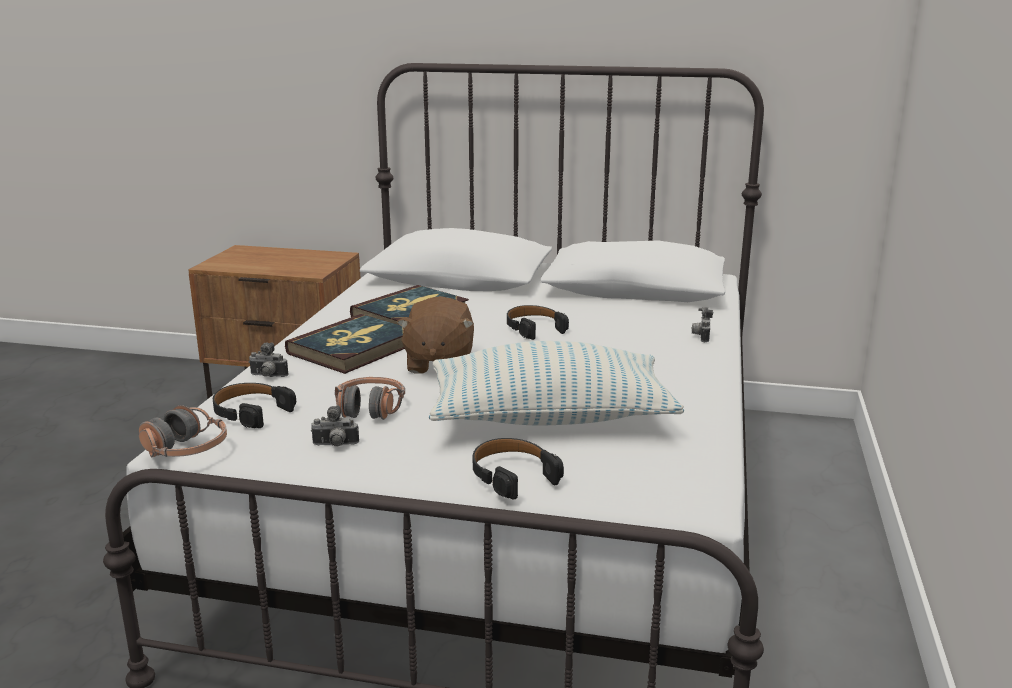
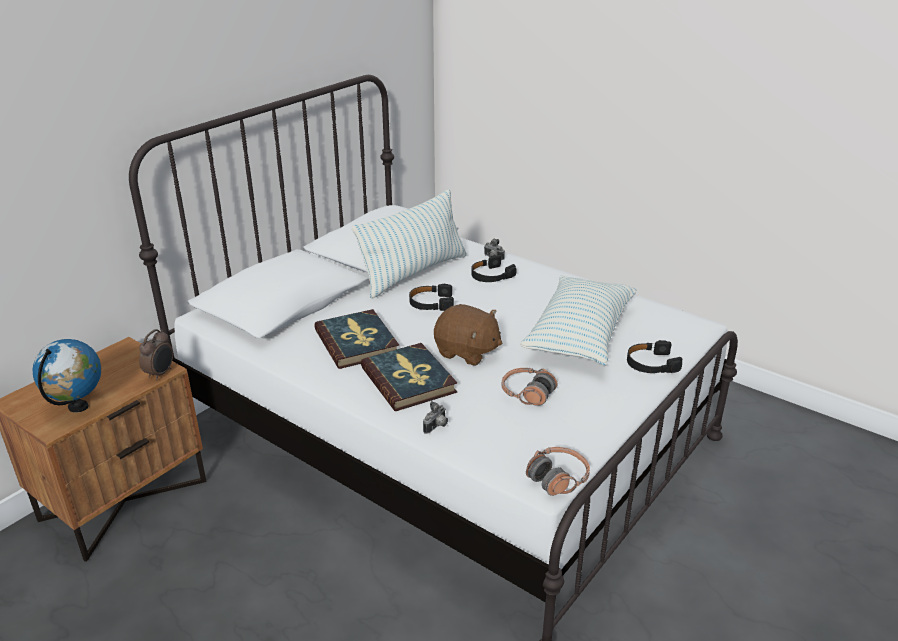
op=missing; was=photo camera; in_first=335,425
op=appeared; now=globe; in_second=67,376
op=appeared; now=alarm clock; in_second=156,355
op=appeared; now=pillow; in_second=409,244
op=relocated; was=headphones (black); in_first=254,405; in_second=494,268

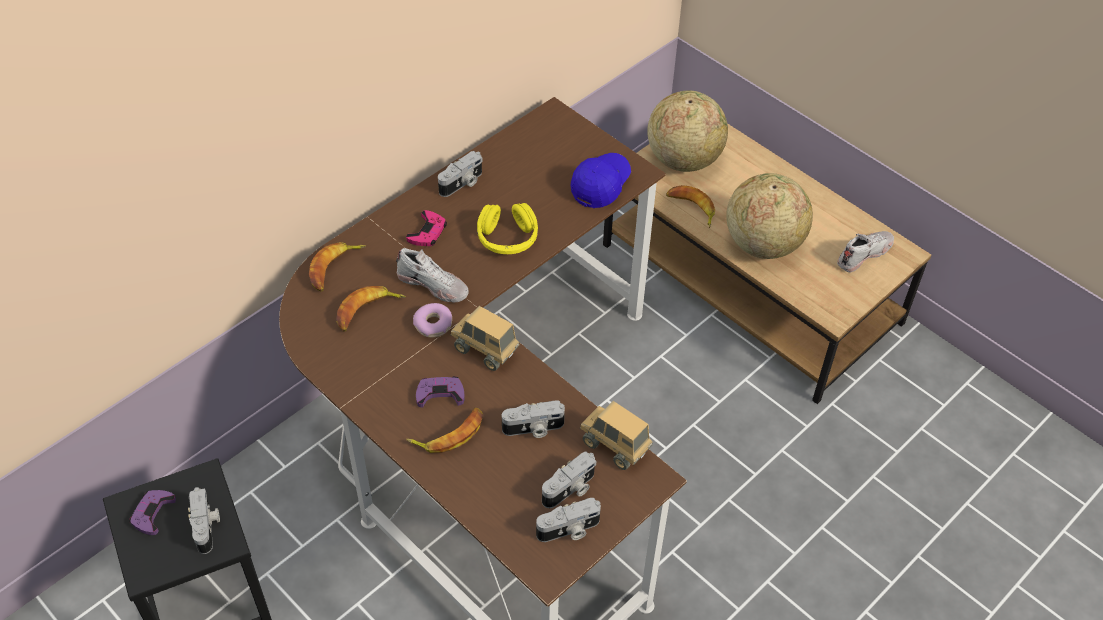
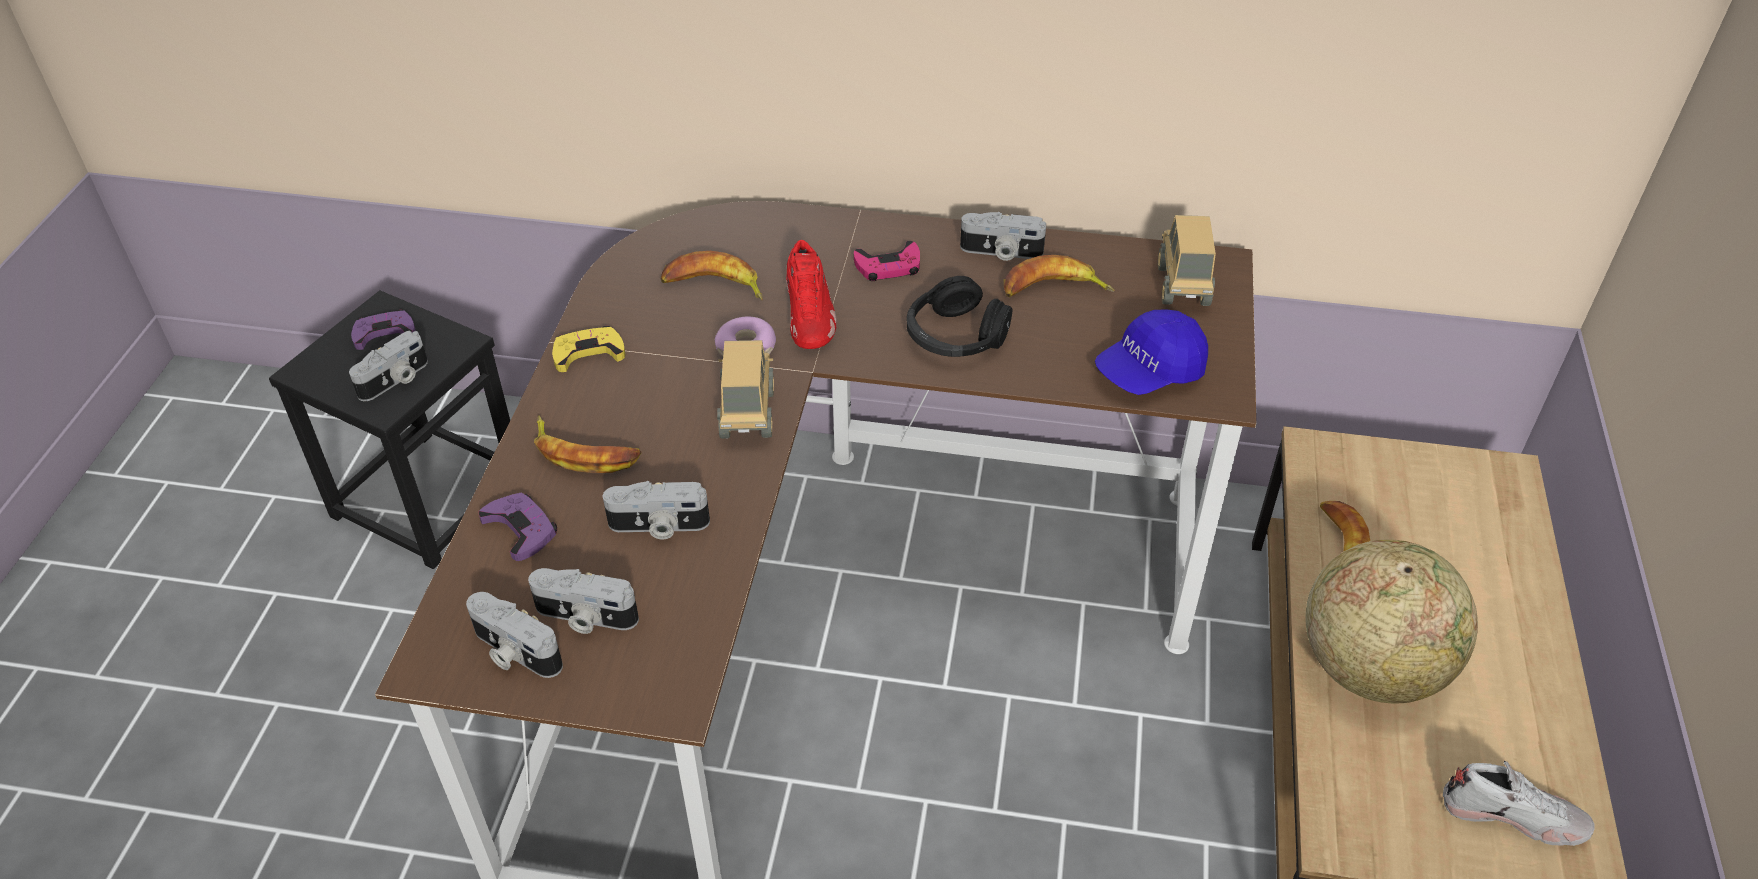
op=missing; was=globe; in_first=687,131
op=appeared; now=game controller (yellow); in_second=588,349
op=relocated; was=banana; in_first=337,267; in_second=1059,276
op=relocated; was=game controller (purple); in_first=440,391; in_second=518,527
op=relocated; was=toy truck; in_first=616,435; in_second=1187,260
op=colour; was=shoe (white); now=shoe (red); in_first=432,275; in_second=811,294
op=colour; was=headphones (yellow); now=headphones (black); in_first=507,228; in_second=959,316
op=spun; was=photo camera; in_first=533,419; in_second=656,510; clockwise=-45
op=spun; was=cap (blue); in_first=601,180; in_second=1151,352; clockwise=150

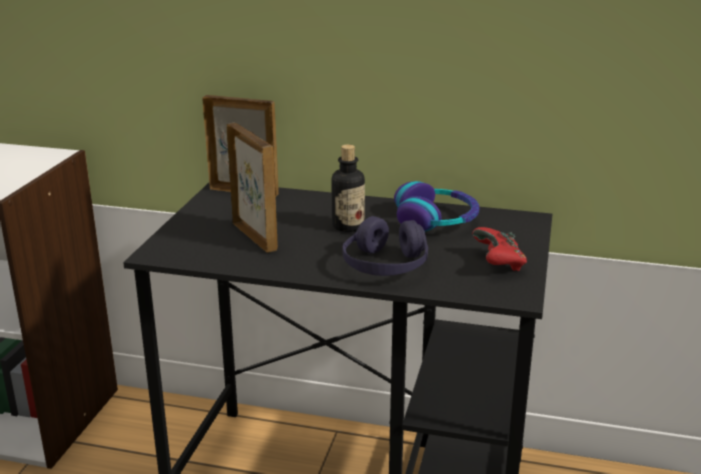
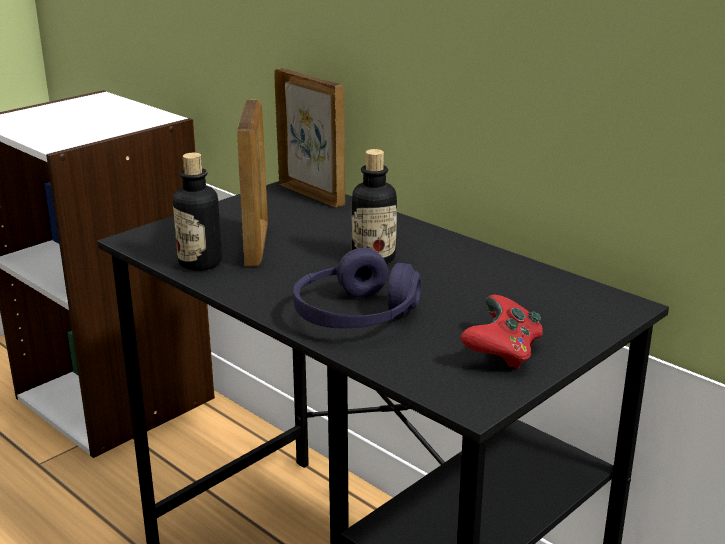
op=missing; was=headphones; in_first=437,206
op=appeared; now=bottle; in_second=197,212

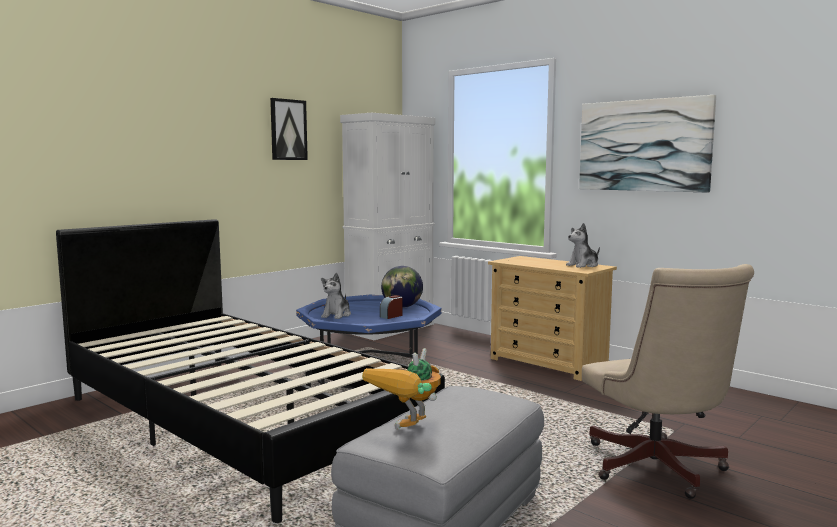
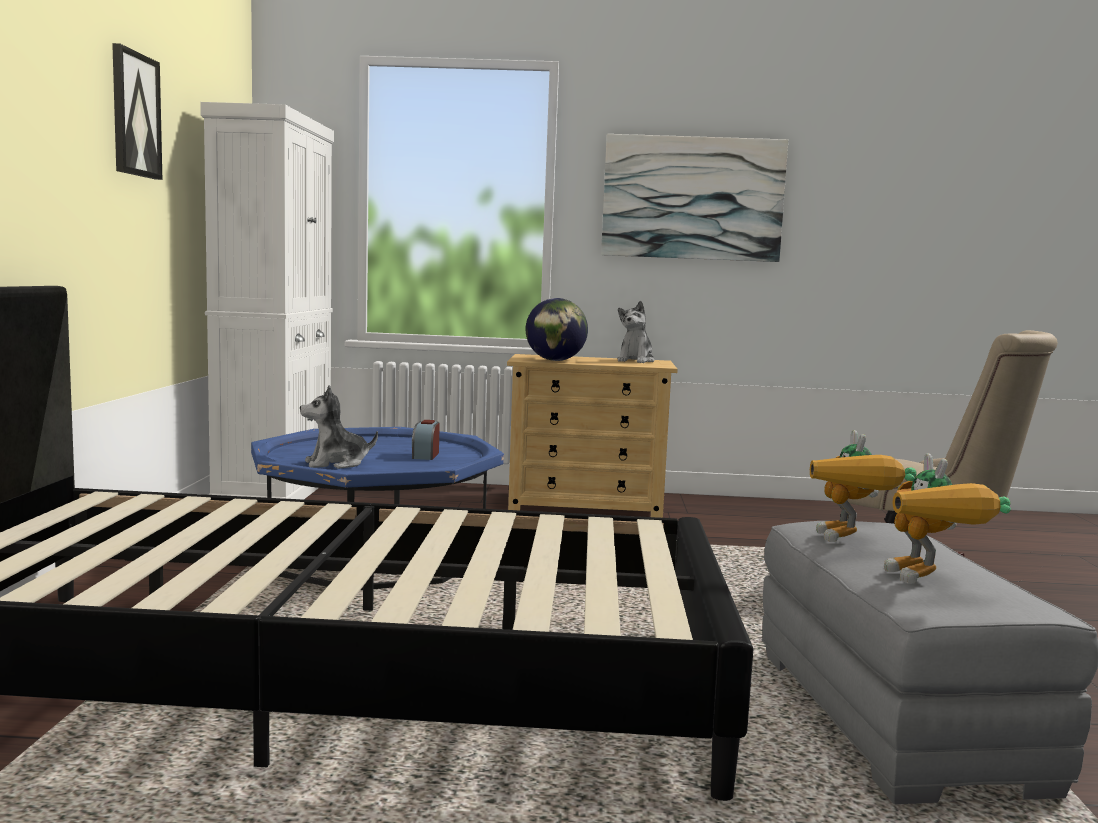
op=appeared; now=toy robot; in_second=863,486
op=relocated; was=globe; in_first=402,287; in_second=557,329
op=spun; was=plush toy; in_first=336,296; in_second=339,427; clockwise=90

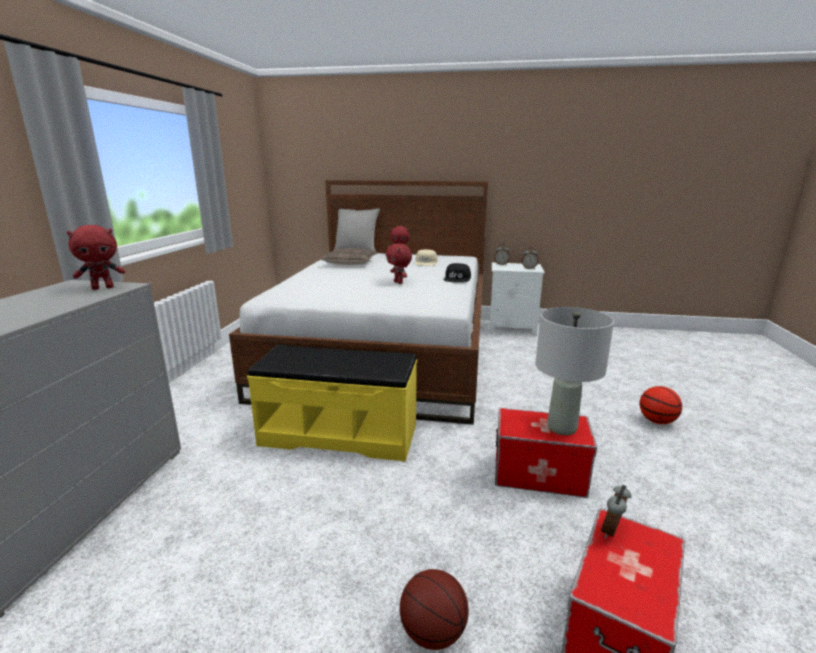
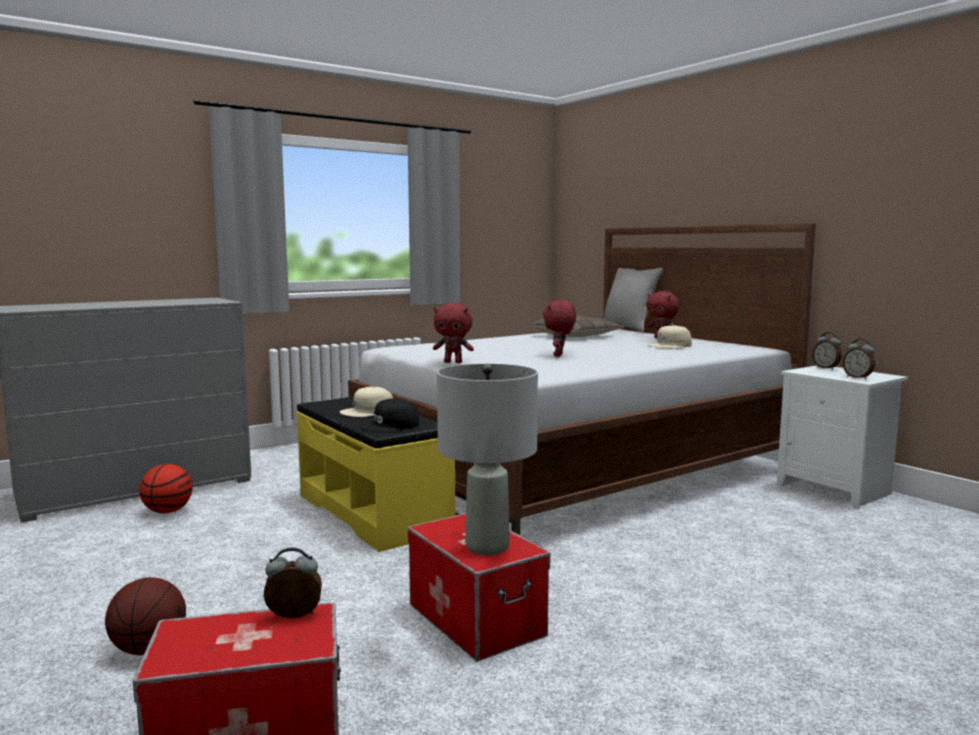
op=appeared; now=cap (beige); in_second=366,402
op=relocated; was=plush toy (red); in_first=96,257; in_second=453,333
op=relocated; was=cap (black); in_first=457,273; in_second=389,415
op=relocated; was=basketball; in_first=660,405; in_second=166,488

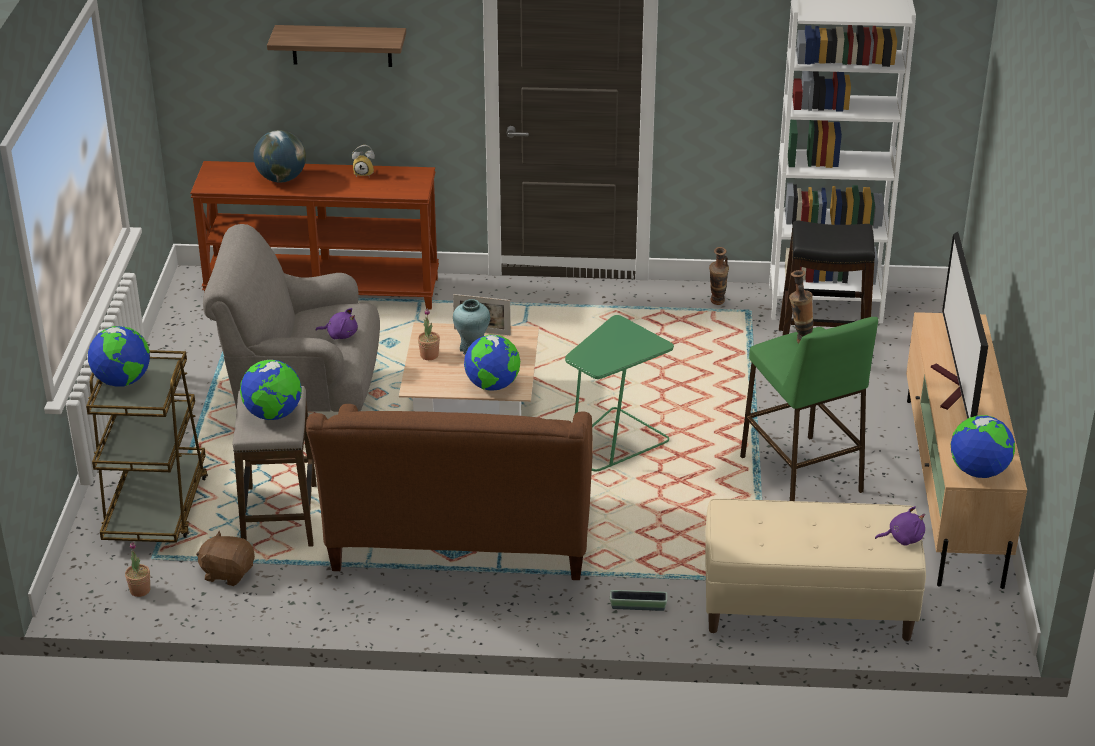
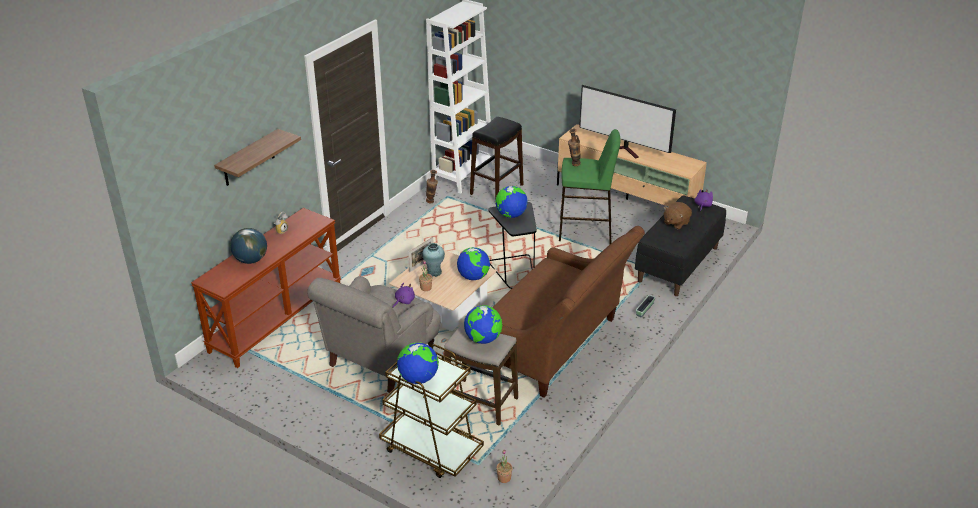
op=relocated; was=plush toy (brown); in_first=225,558; in_second=677,215
op=relocated; was=globe; in_first=983,446; in_second=512,202
op=colour; was=side table (green); now=side table (black); in_first=619,393; in_second=512,245
op=colour; was=bench (beige); now=bench (black); in_first=815,570; in_second=680,245

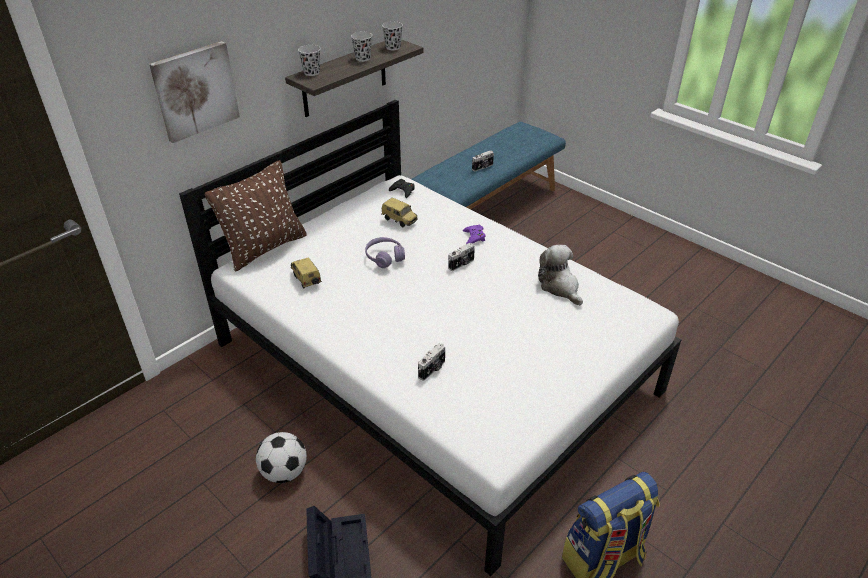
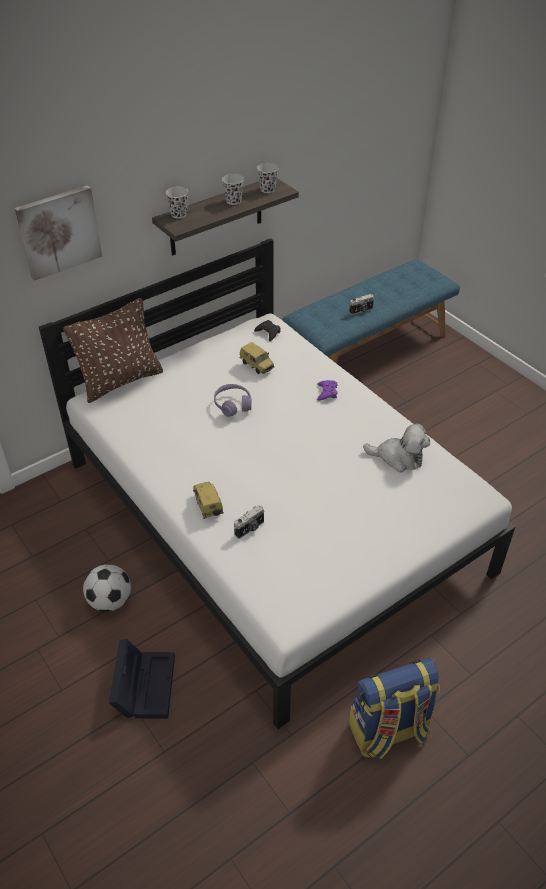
op=missing; was=photo camera; in_first=461,257
op=relocated; was=toy car; in_first=306,273; in_second=208,500
op=spun; was=plush toy; in_first=560,275; in_second=396,448; clockwise=120

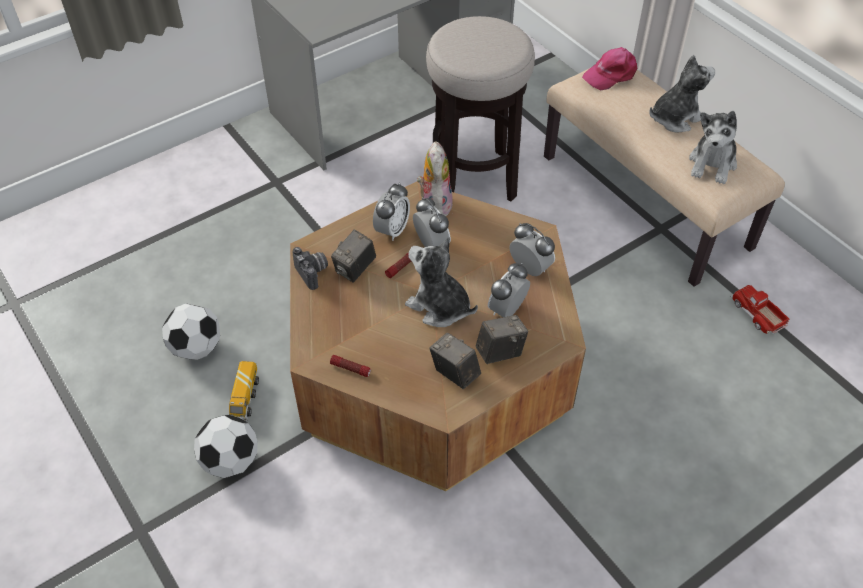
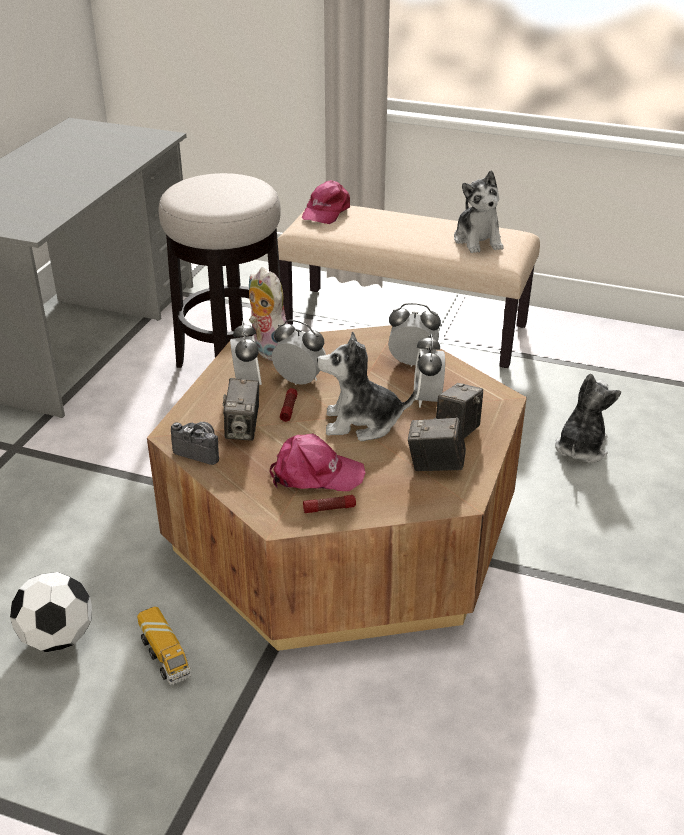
op=missing; was=football; in_first=226,446
op=missing; was=toy truck; in_first=760,309
op=appeared; now=cap (pink); in_second=317,462
op=relocated; was=plush toy; in_first=682,94; in_second=588,418

